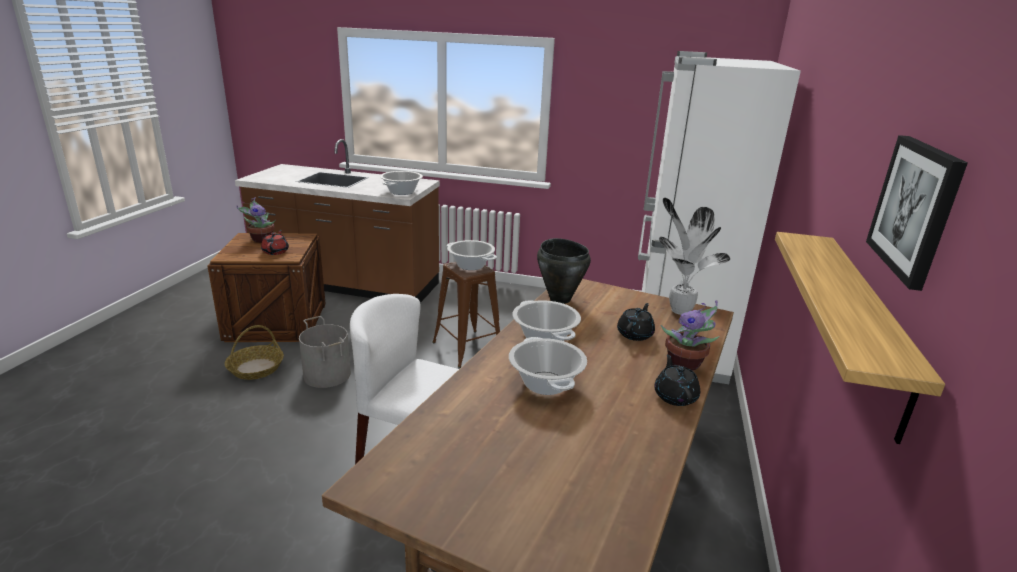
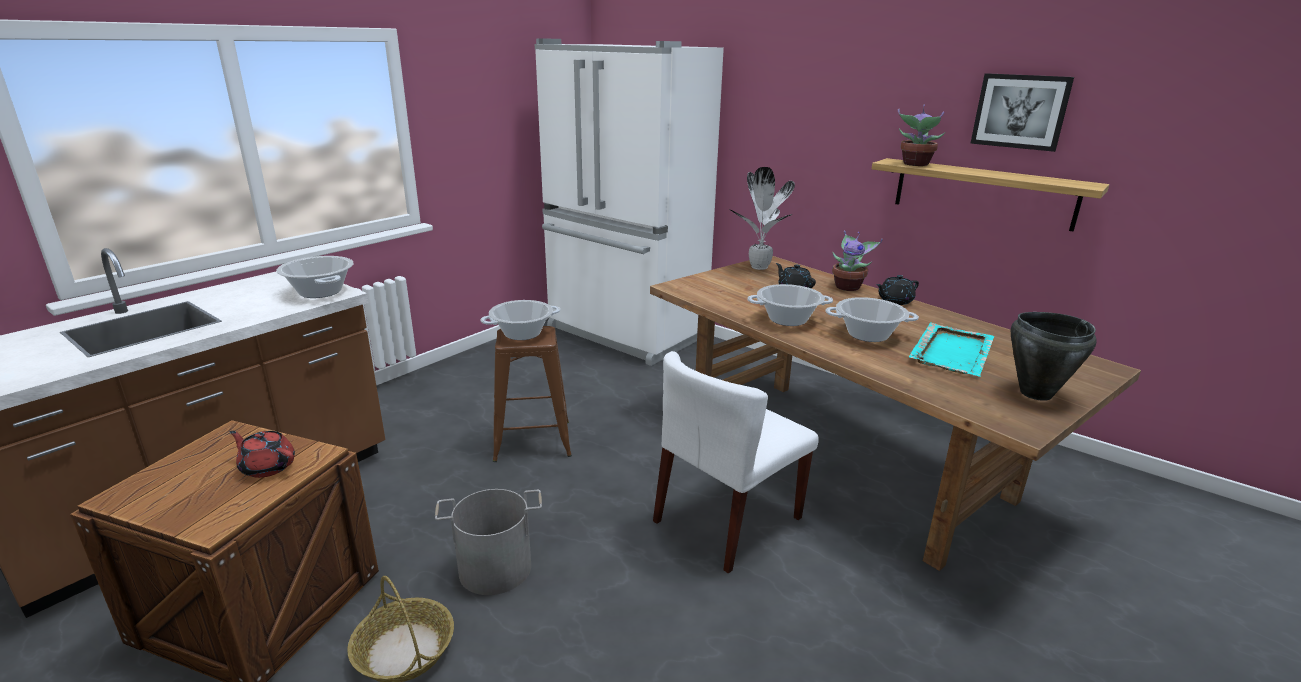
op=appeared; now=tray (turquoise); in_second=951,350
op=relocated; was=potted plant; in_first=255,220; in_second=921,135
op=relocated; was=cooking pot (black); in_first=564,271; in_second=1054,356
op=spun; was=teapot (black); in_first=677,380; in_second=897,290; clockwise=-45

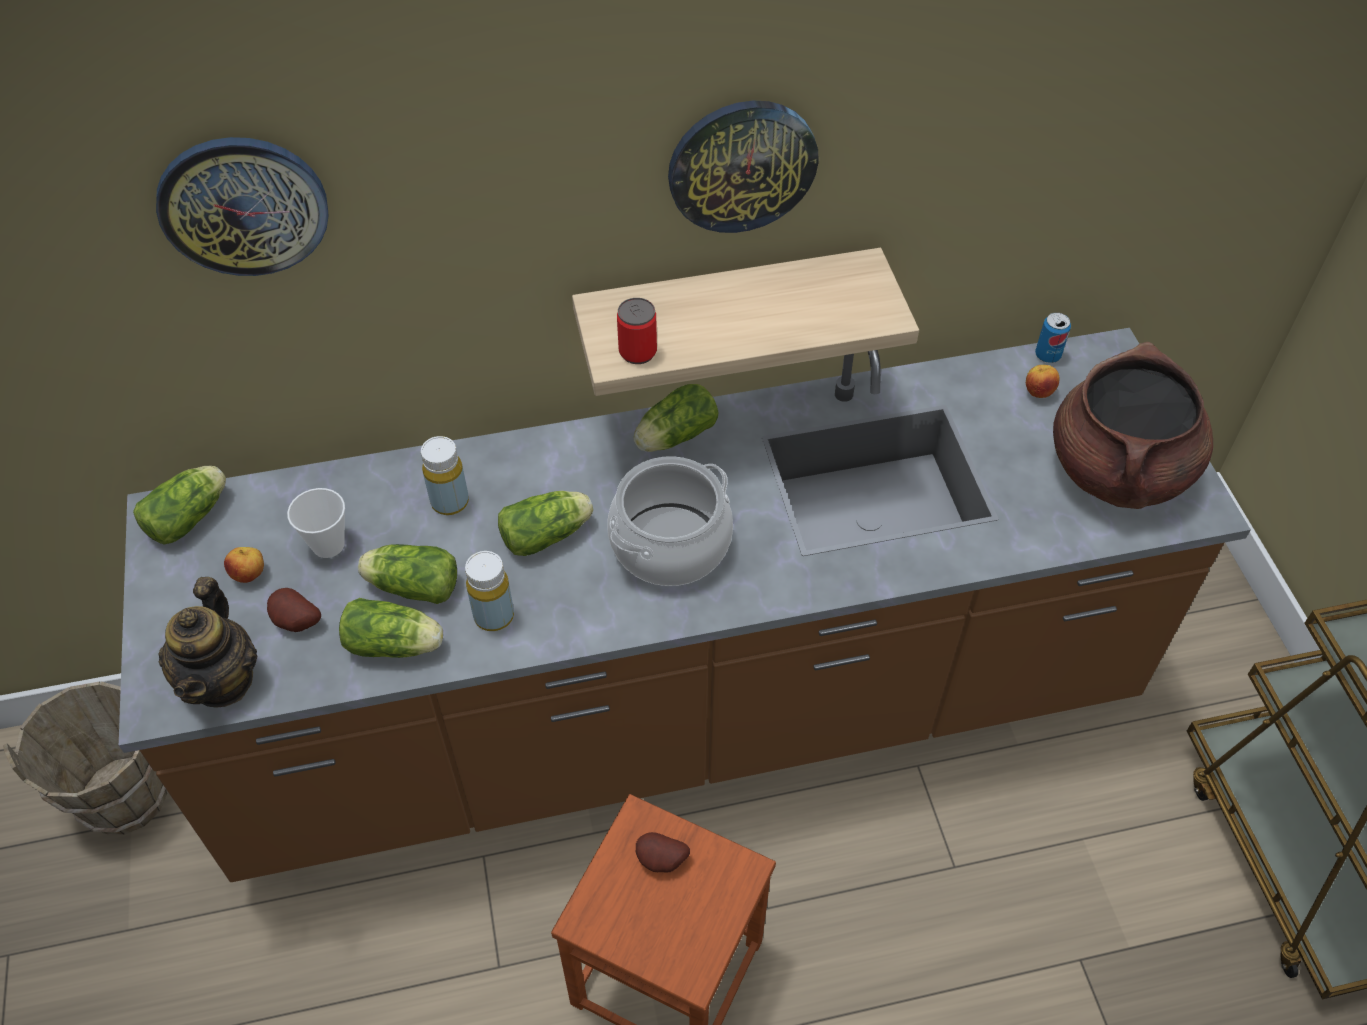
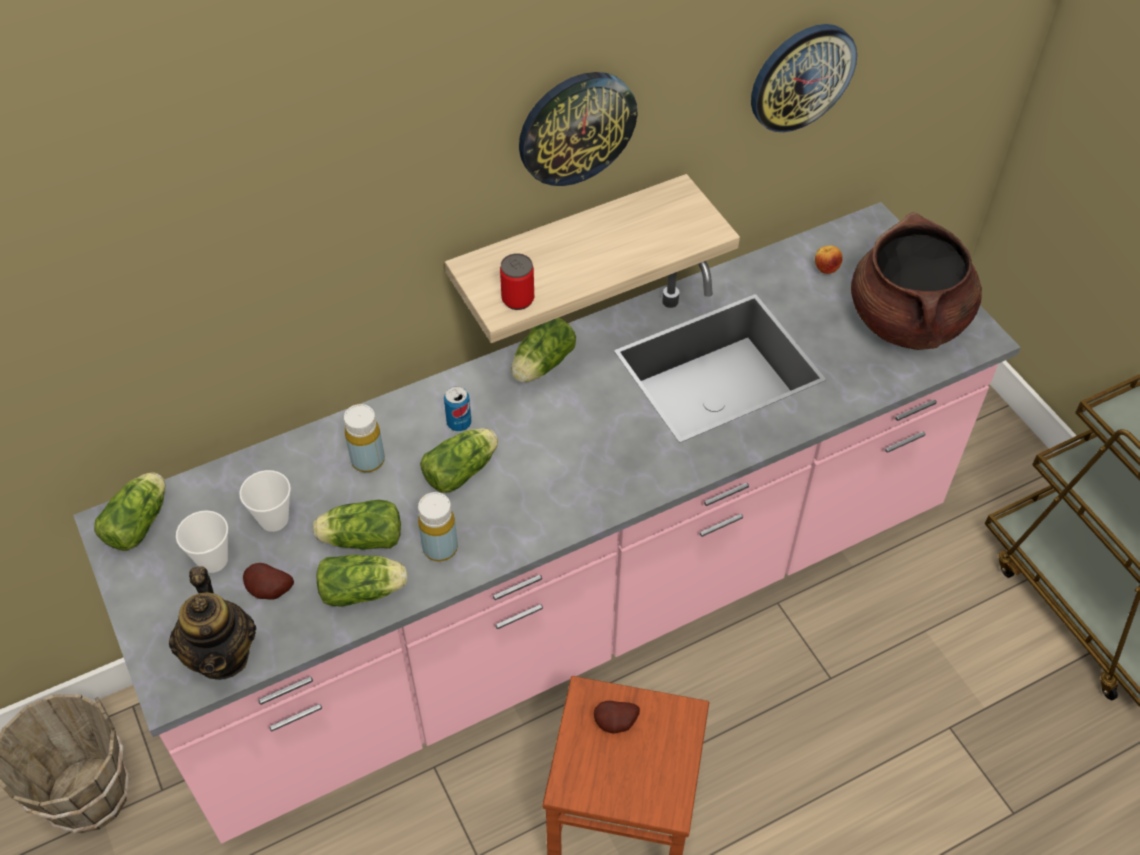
op=missing; was=cooking pot; in_first=670,521
op=relocated; was=wall clock; in_first=242,206; in_second=804,78
op=relocated; was=can; in_first=1053,337; in_second=457,408
op=exchanged; was=apple; now=cup; in_first=244,565; in_second=202,541
op=colour; was=counter (brown); now=counter (pink); in_first=685,605; in_second=547,522

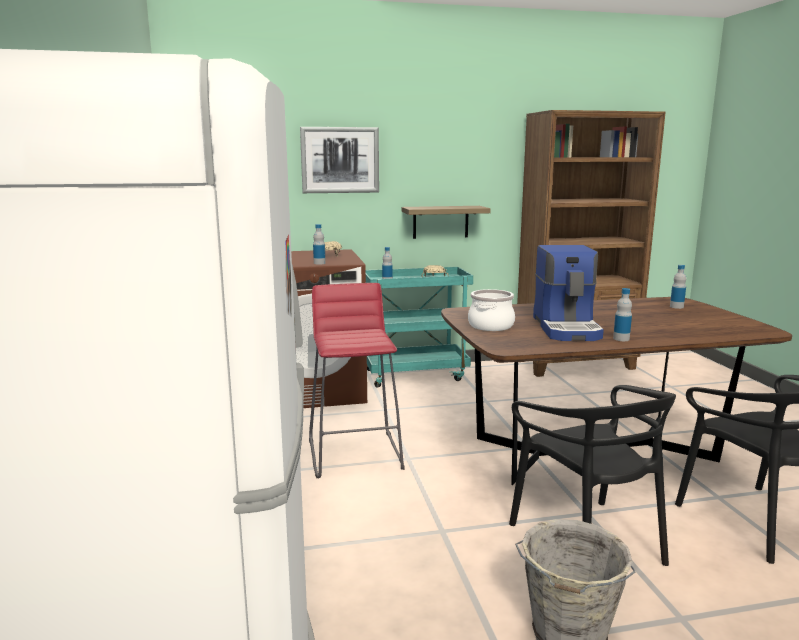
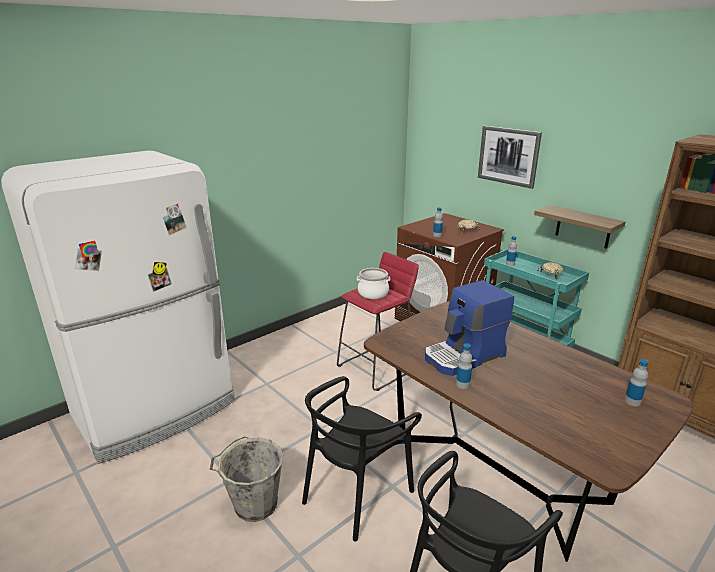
op=relocated; was=cooking pot; in_first=491,310; in_second=373,283

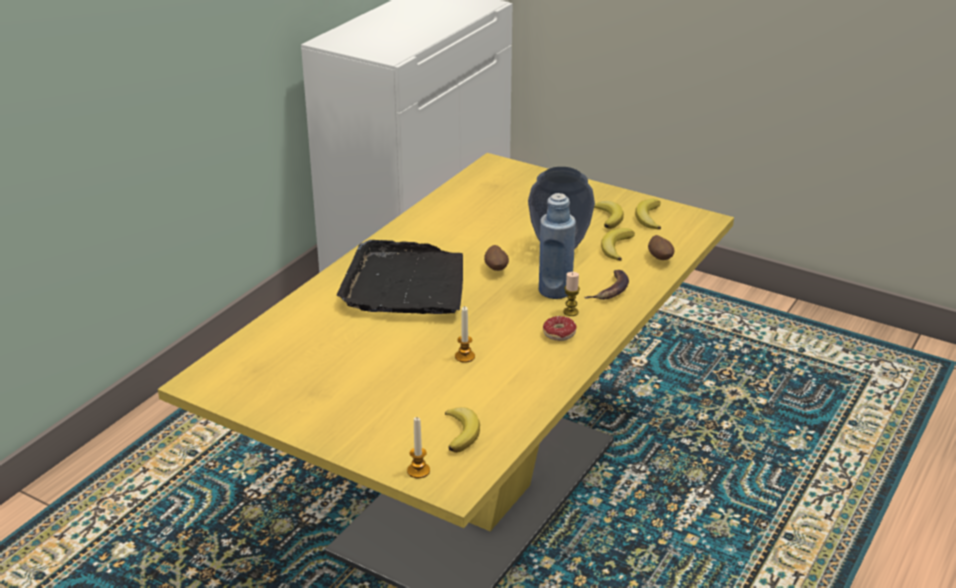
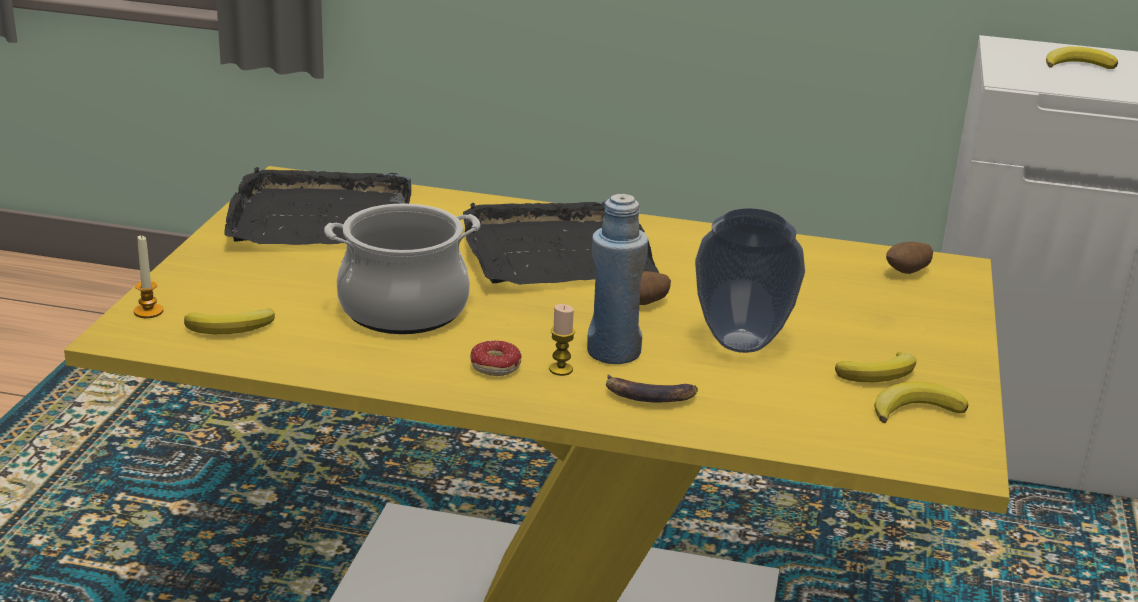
op=appeared; now=tray (black); in_second=318,206
op=relocated; was=banana; in_first=618,244; in_second=1082,58
op=relocated; was=potato; in_first=661,247; in_second=909,258
op=exchanged; was=candle; now=cooking pot; in_first=465,334; in_second=402,269

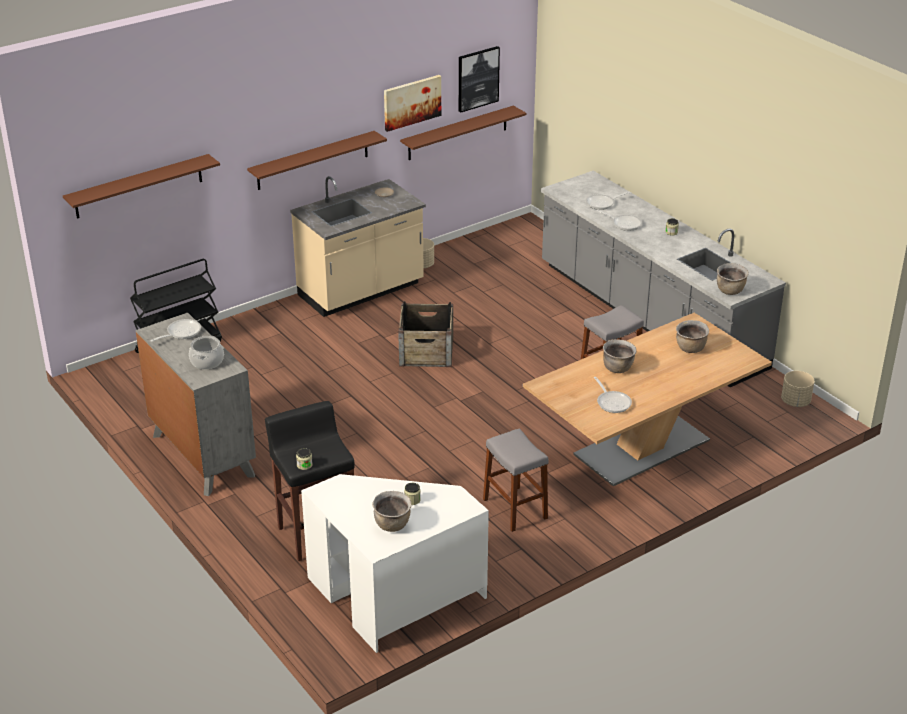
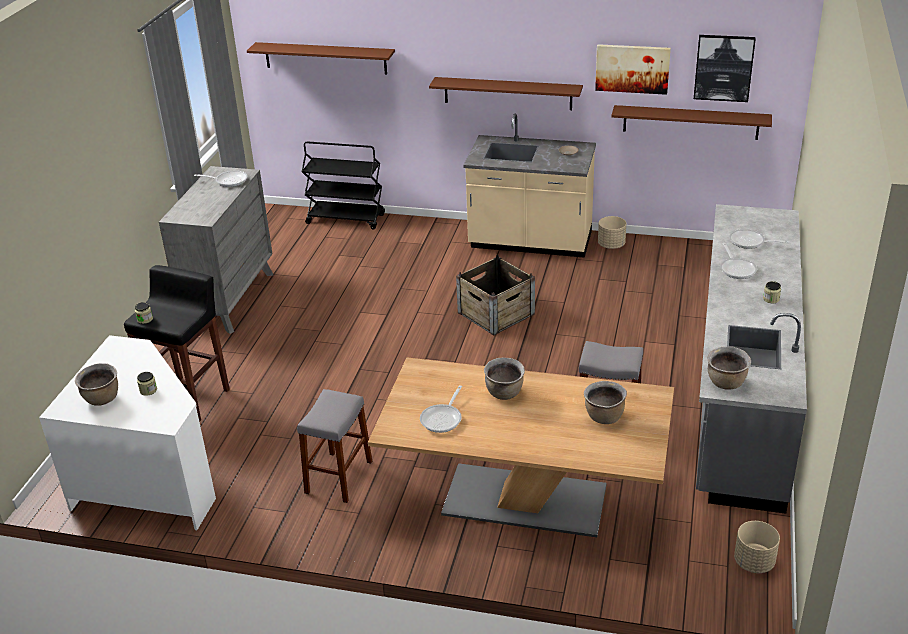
op=missing; was=cooking pot; in_first=206,352

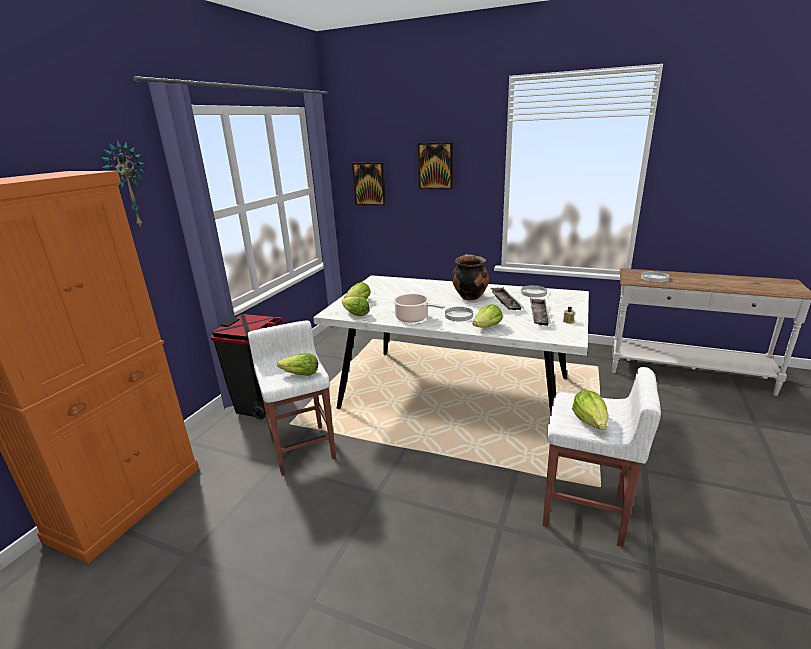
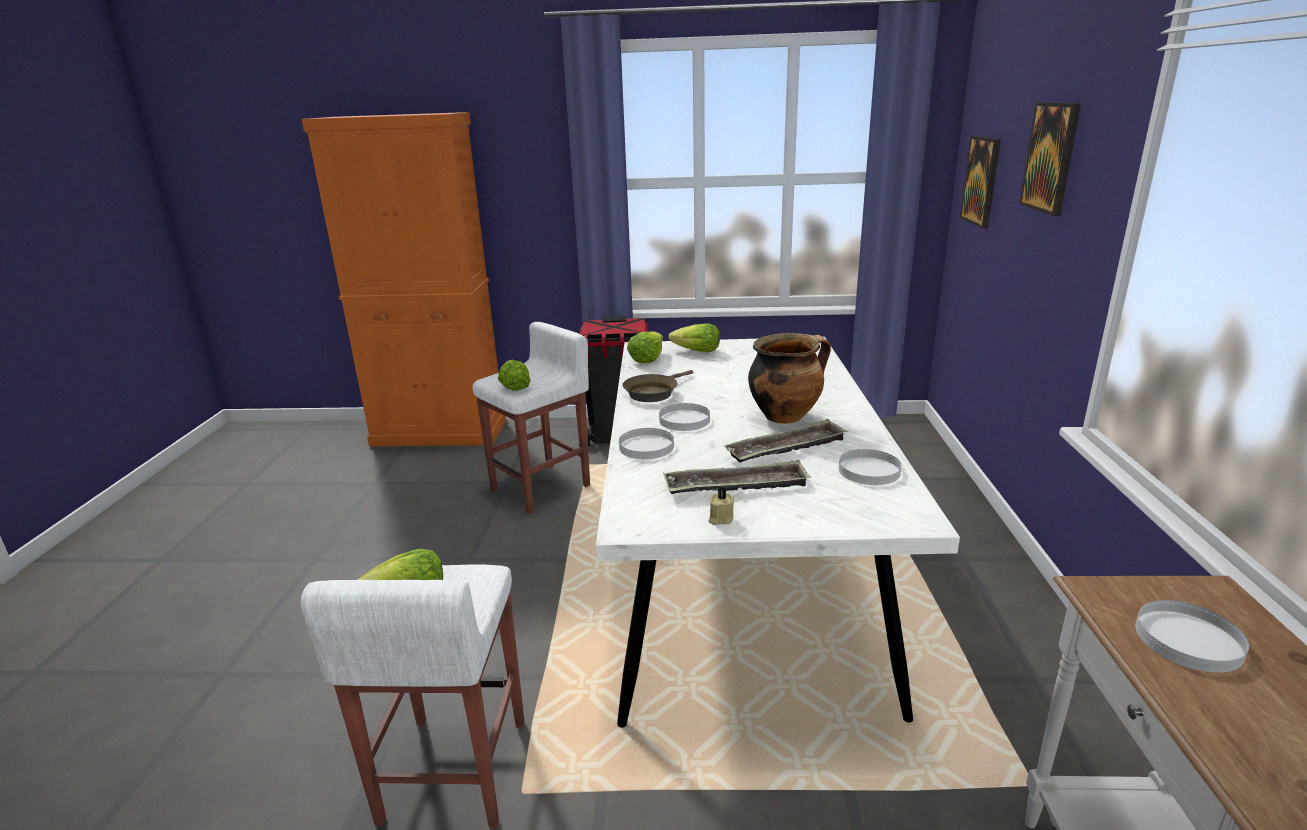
op=missing; was=wall clock; in_first=122,184
op=exchanged; was=cooking pot; now=frying pan (brown); in_first=419,307; in_second=657,386
op=exchanged; was=lettuce; now=plate (white); in_first=488,315; in_second=646,443

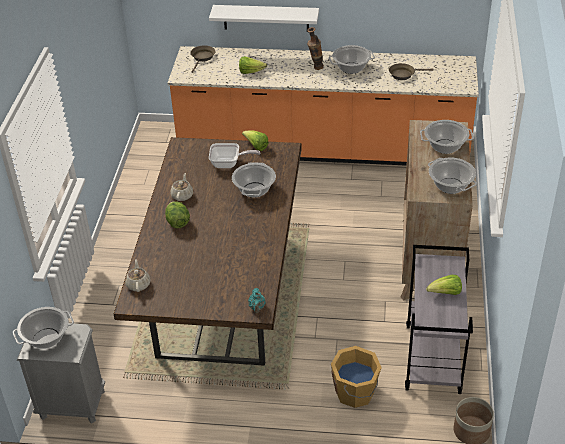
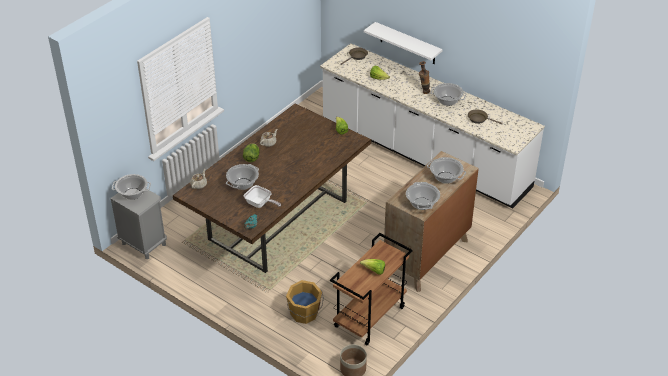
op=relocated; was=frying pan; in_first=234,155; in_second=262,196
op=relocated; was=cooking pot; in_first=254,180; in_second=242,177
op=colour; was=counter (orange); now=counter (white); in_first=323,105; in_second=432,125
op=colour; was=cart (grey); now=cart (brown); in_first=439,319; in_second=371,289

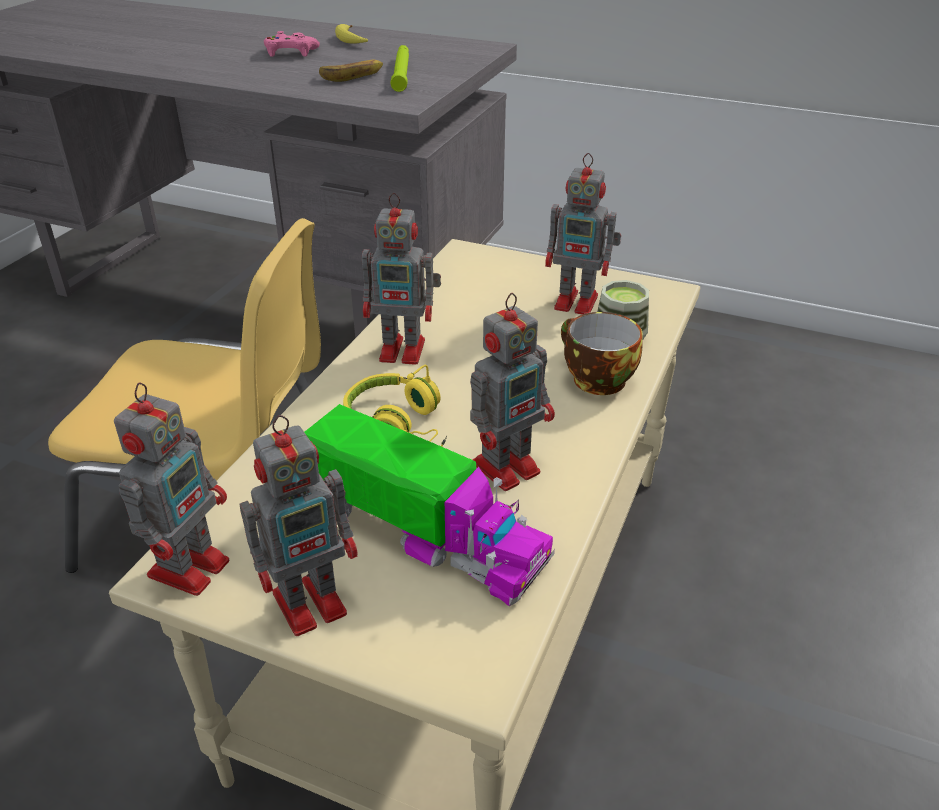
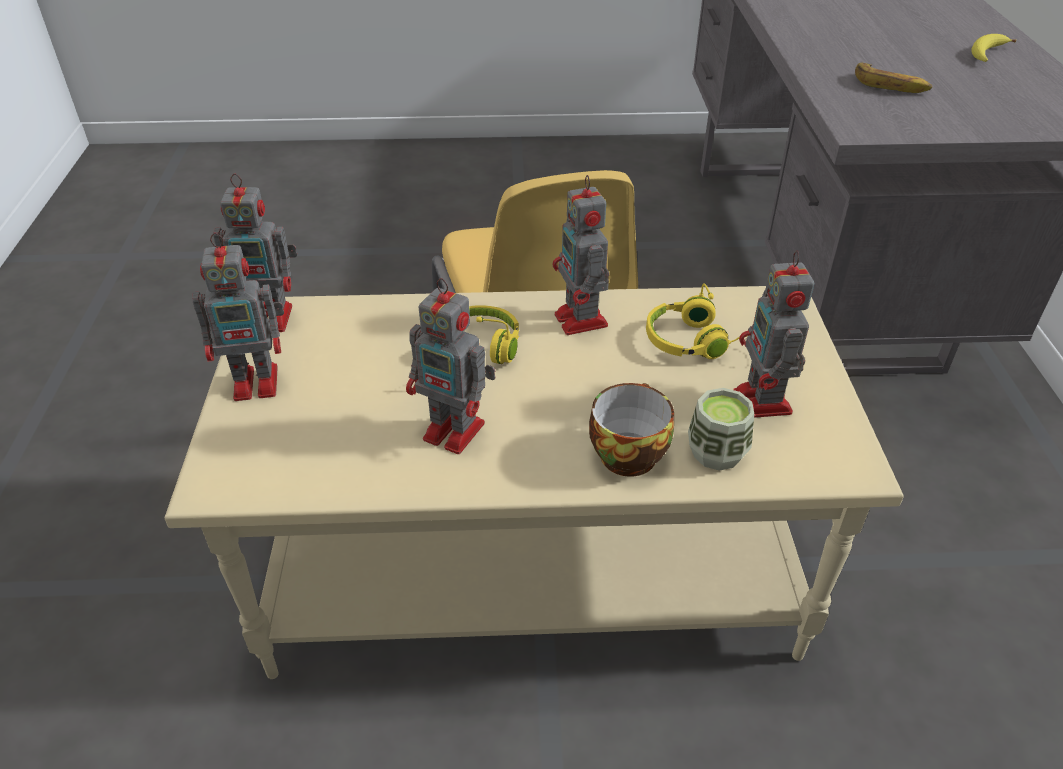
op=missing; was=game controller (pink); in_first=292,44
op=missing; was=toy truck; in_first=429,505
op=missing; was=flashlight (green); in_first=400,68
op=appeared; now=headphones (yellow); in_second=698,321
op=spun; was=toy robot; in_first=298,525; in_second=238,317; clockwise=-45

